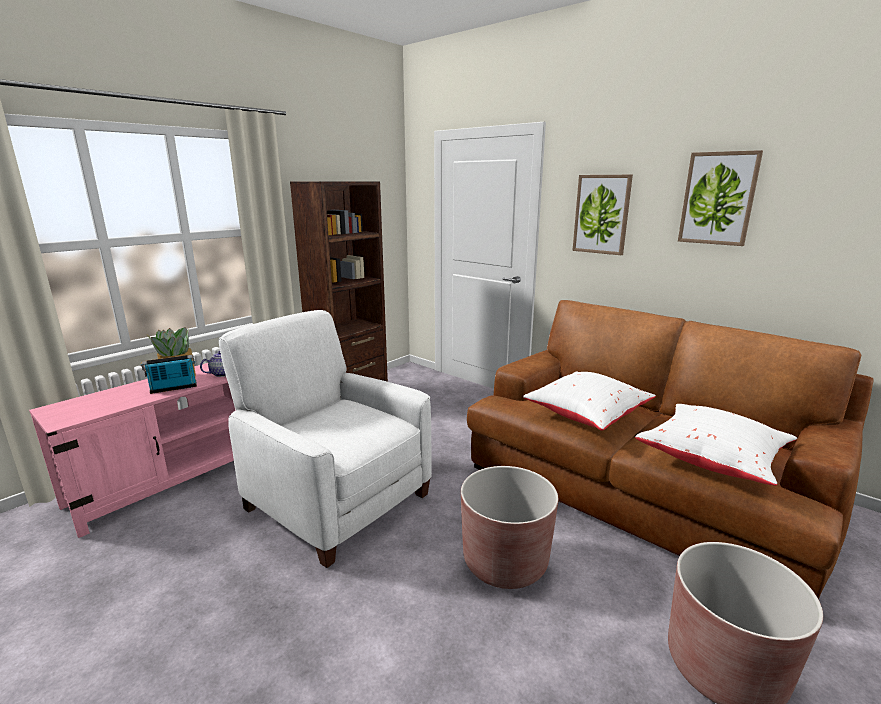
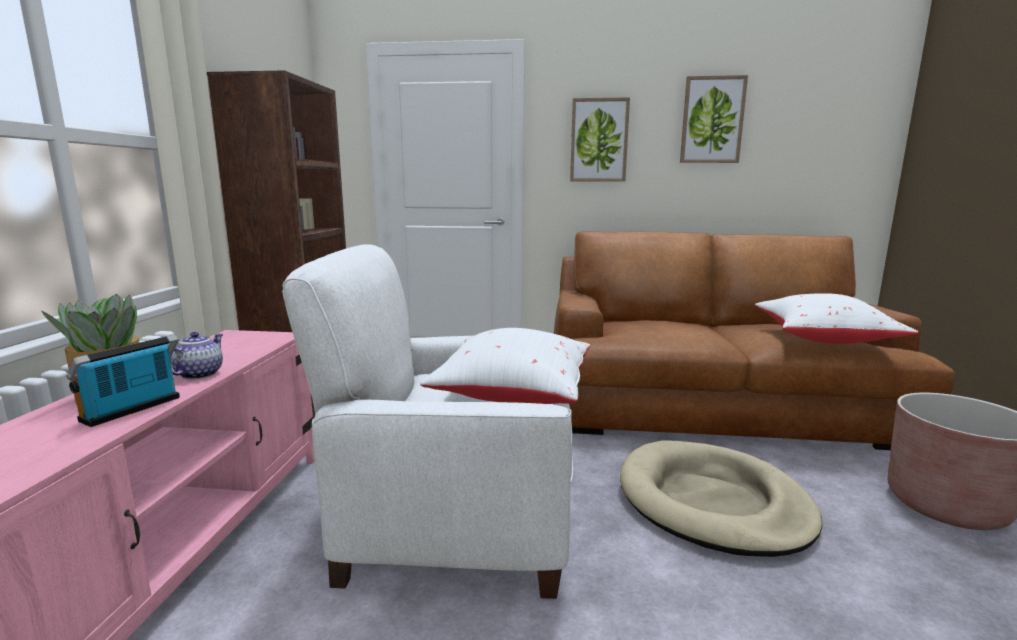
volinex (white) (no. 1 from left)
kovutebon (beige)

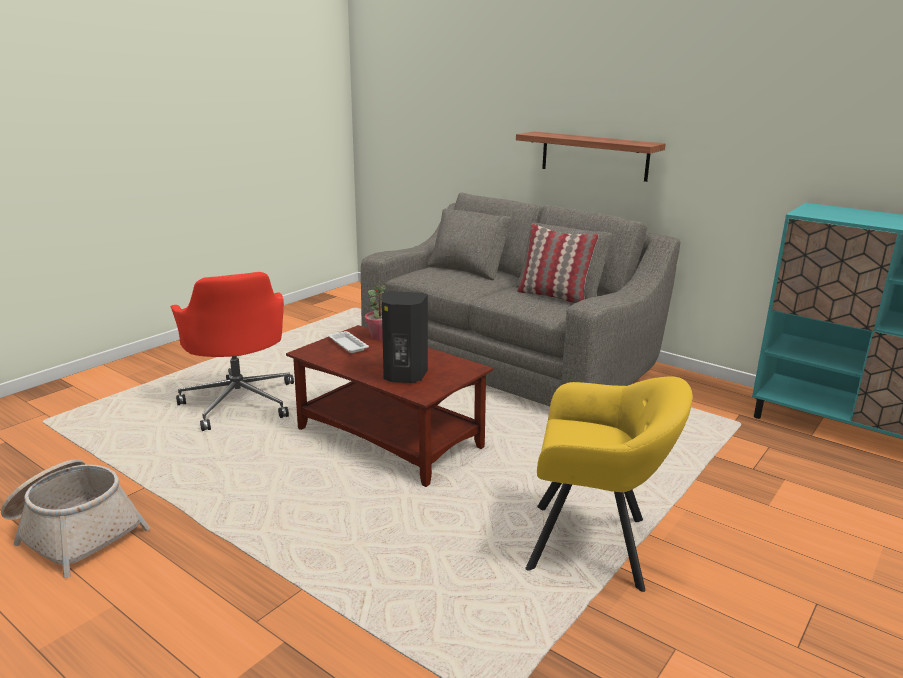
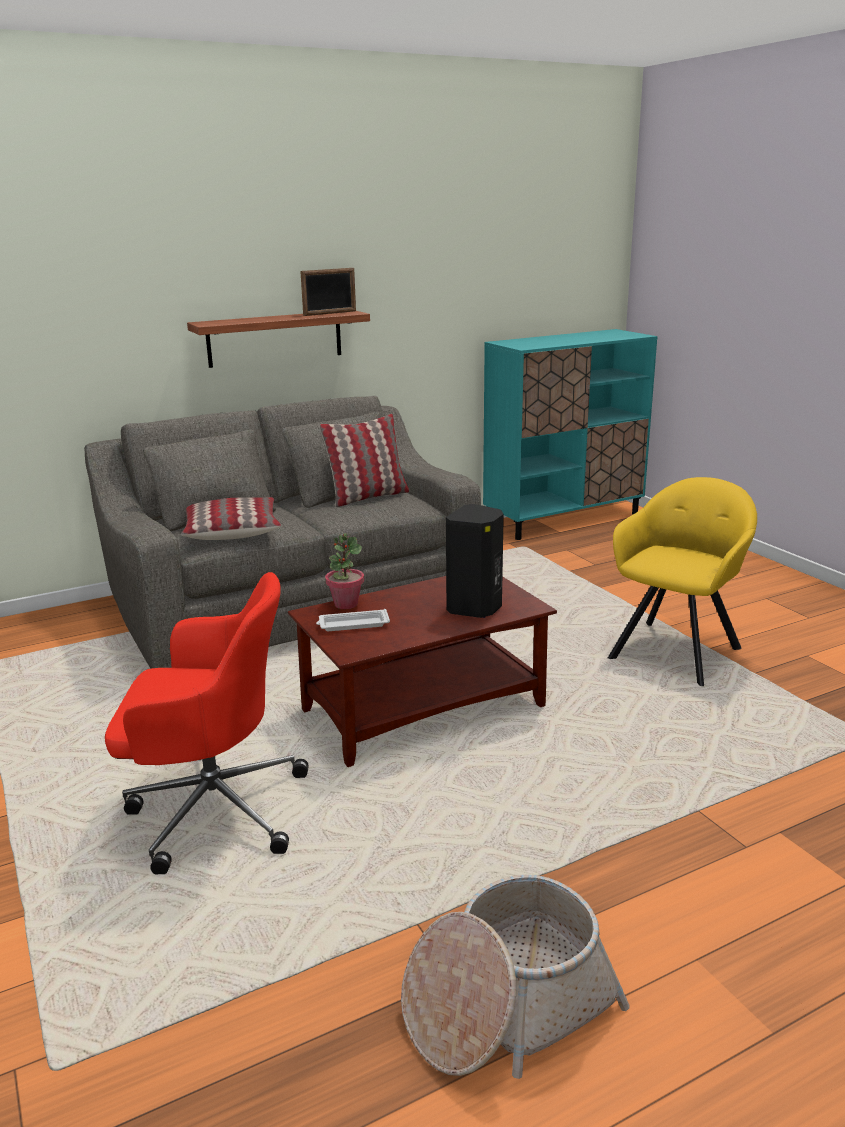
volinex (no. 1 from left)
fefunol

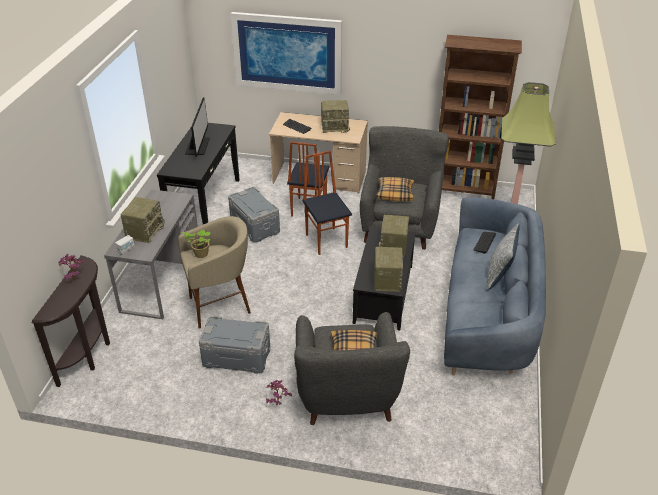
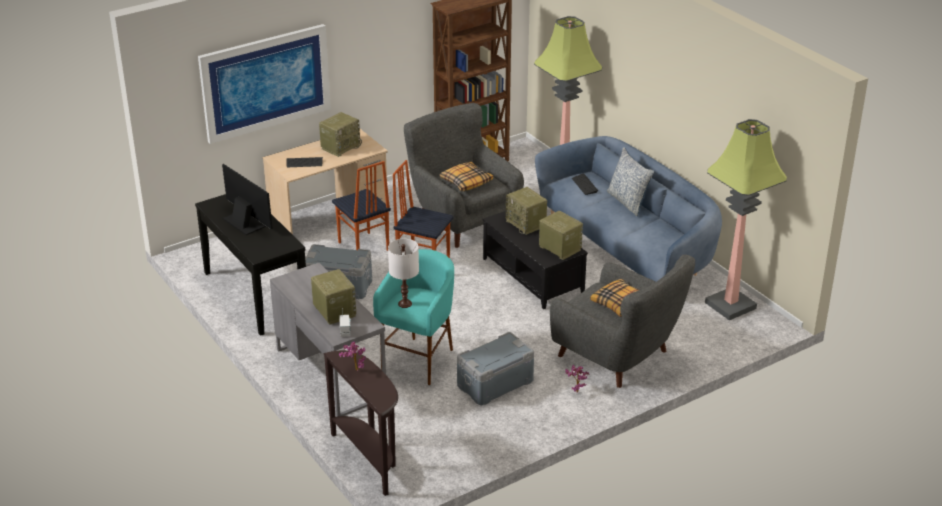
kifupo (no. 2 from left)
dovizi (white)
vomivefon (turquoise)

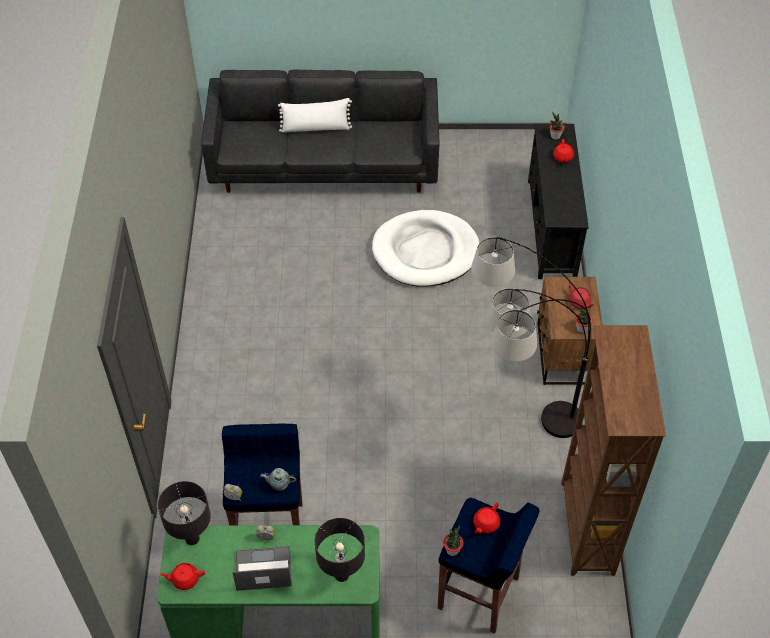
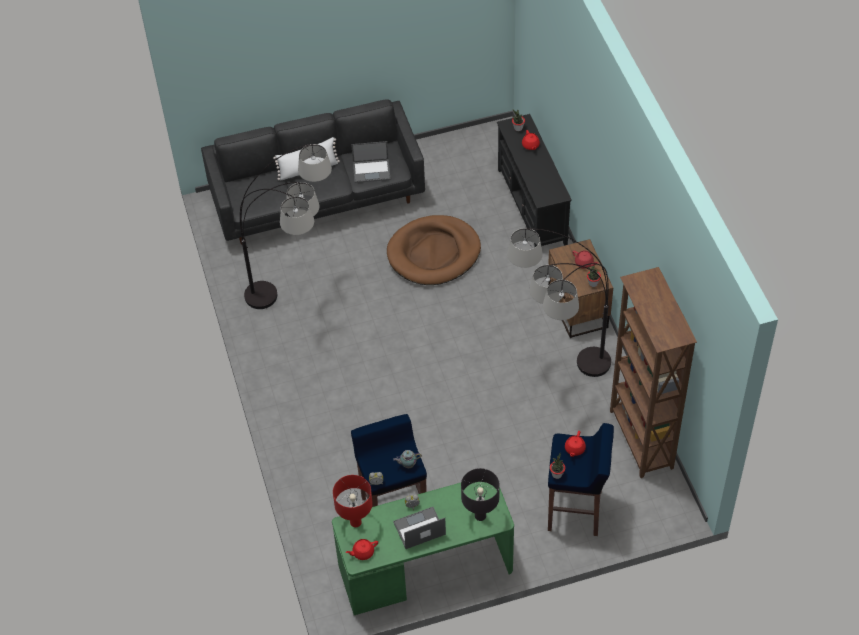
kifupo (no. 1 from left)
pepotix (no. 1 from left)
dovizi (red)
kovutebon (brown)

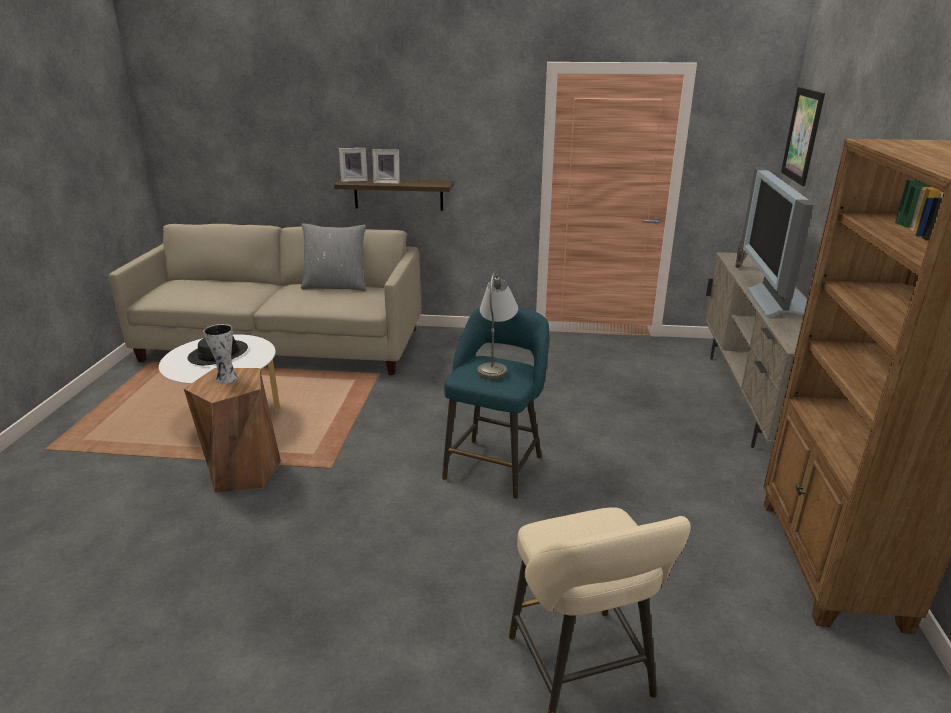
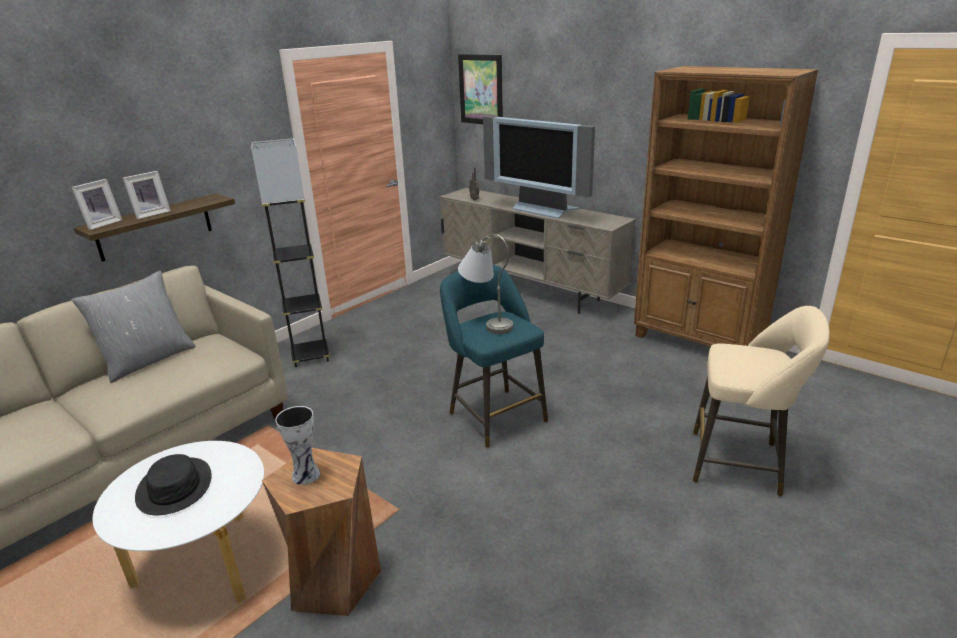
kifupo (grey)

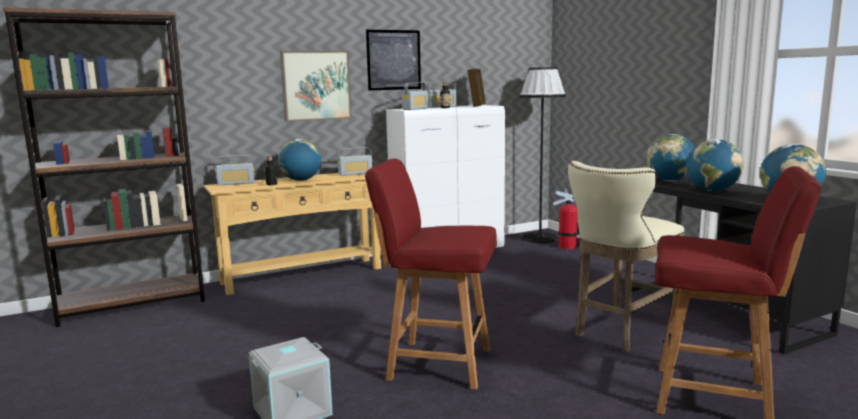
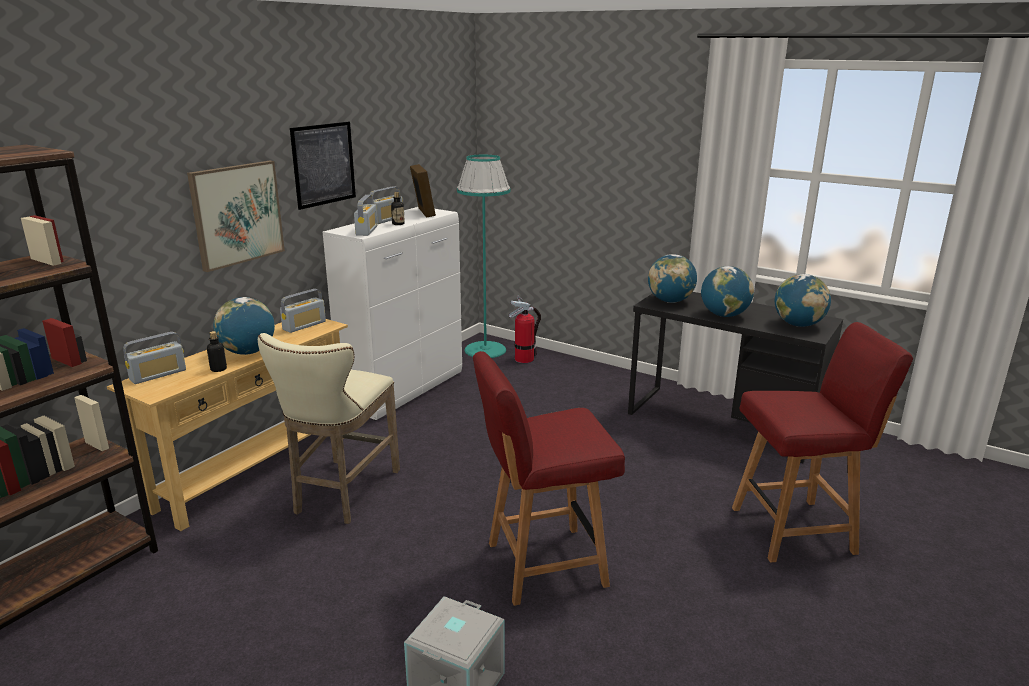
vomivefon (beige)
kifupo (turquoise)

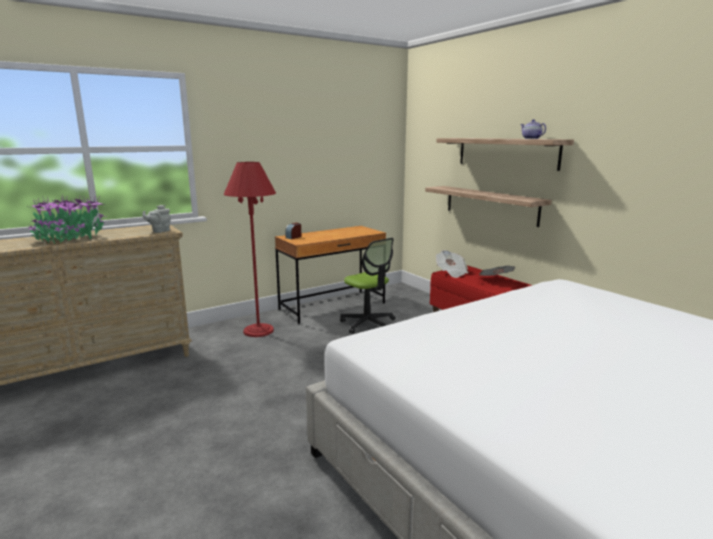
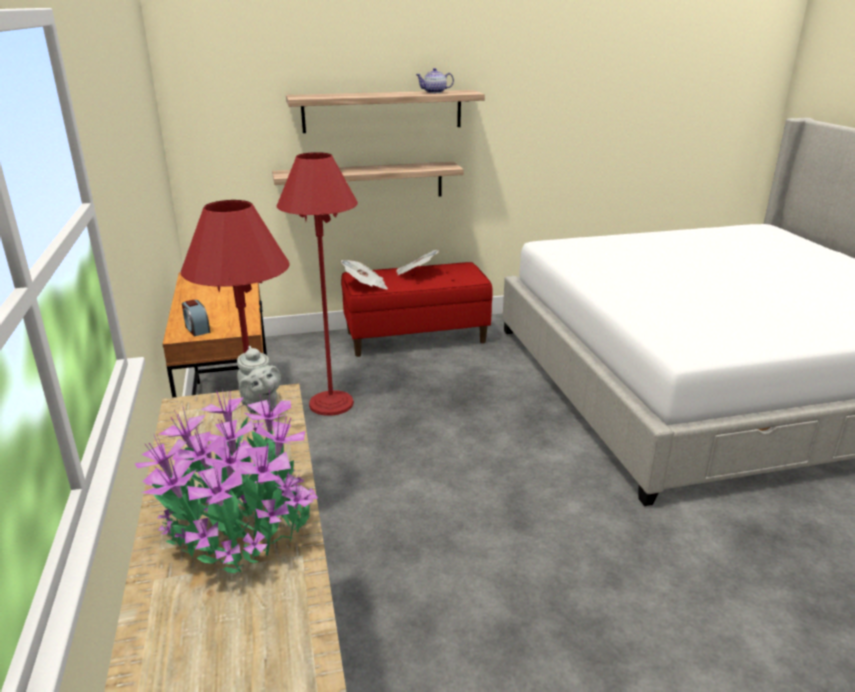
kifupo (red) (no. 2 from left)

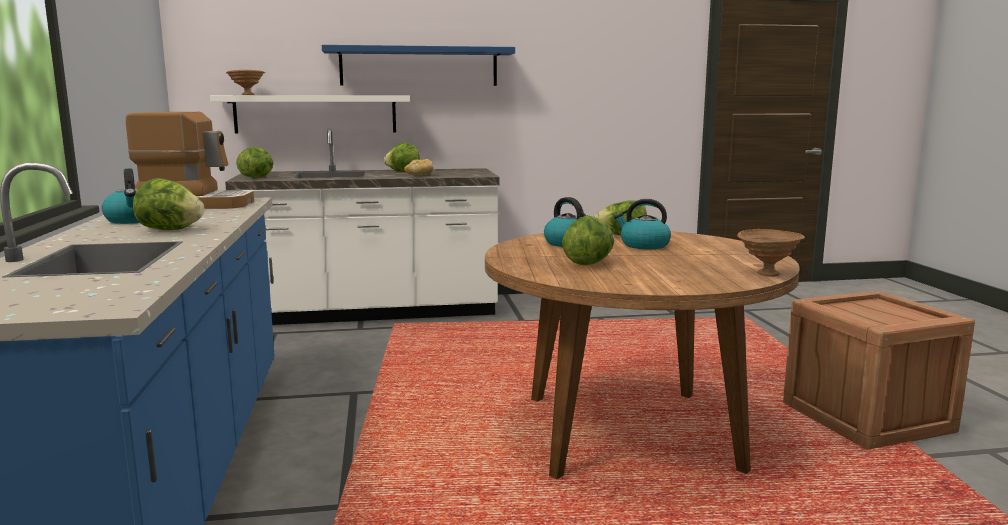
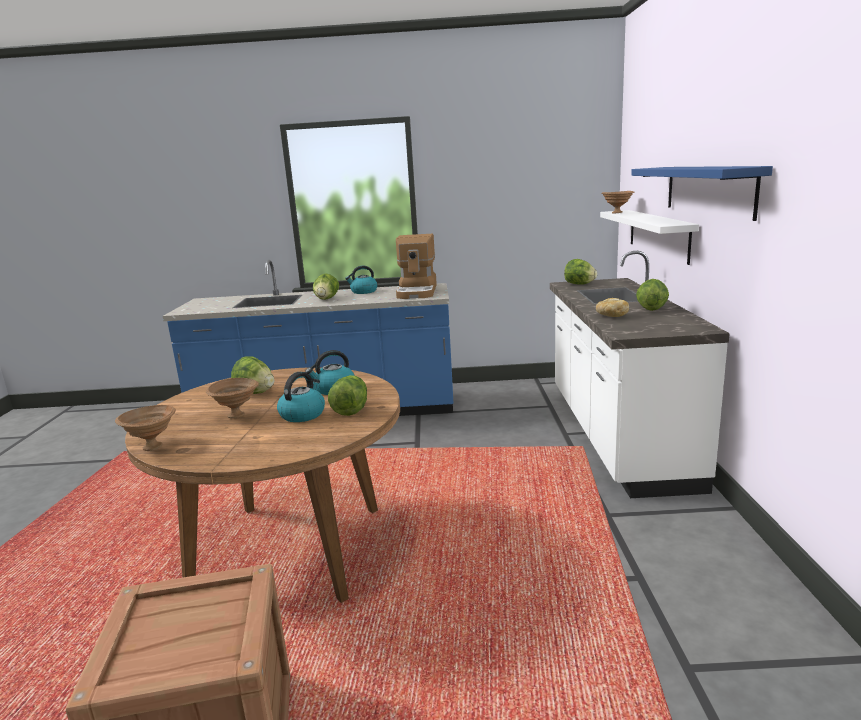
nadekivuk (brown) (no. 2 from left)

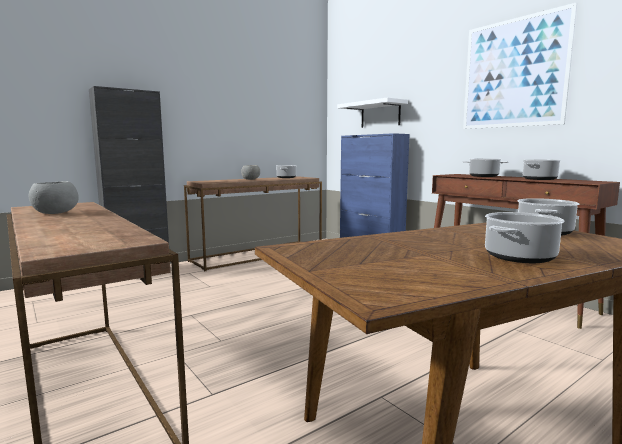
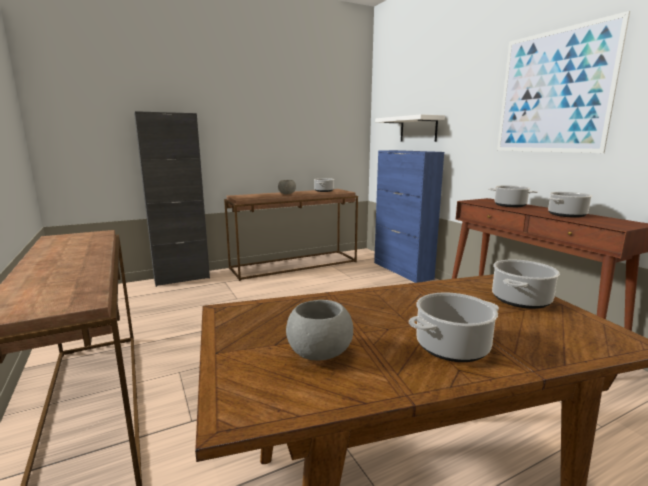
nadekivuk (grey) (no. 2 from left)

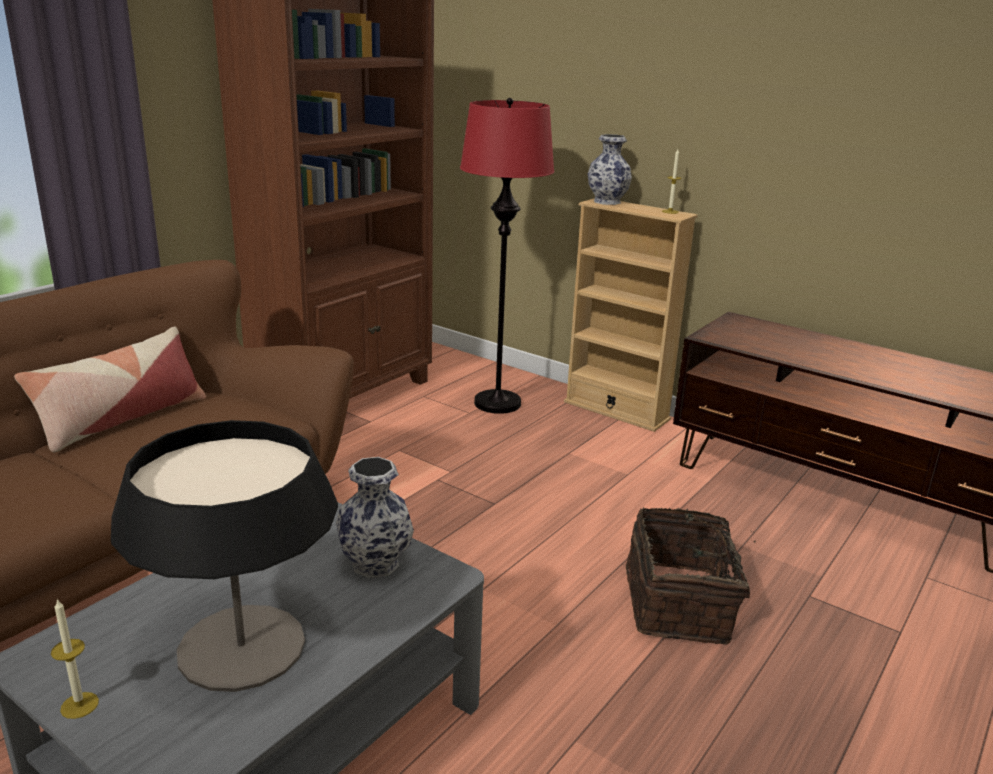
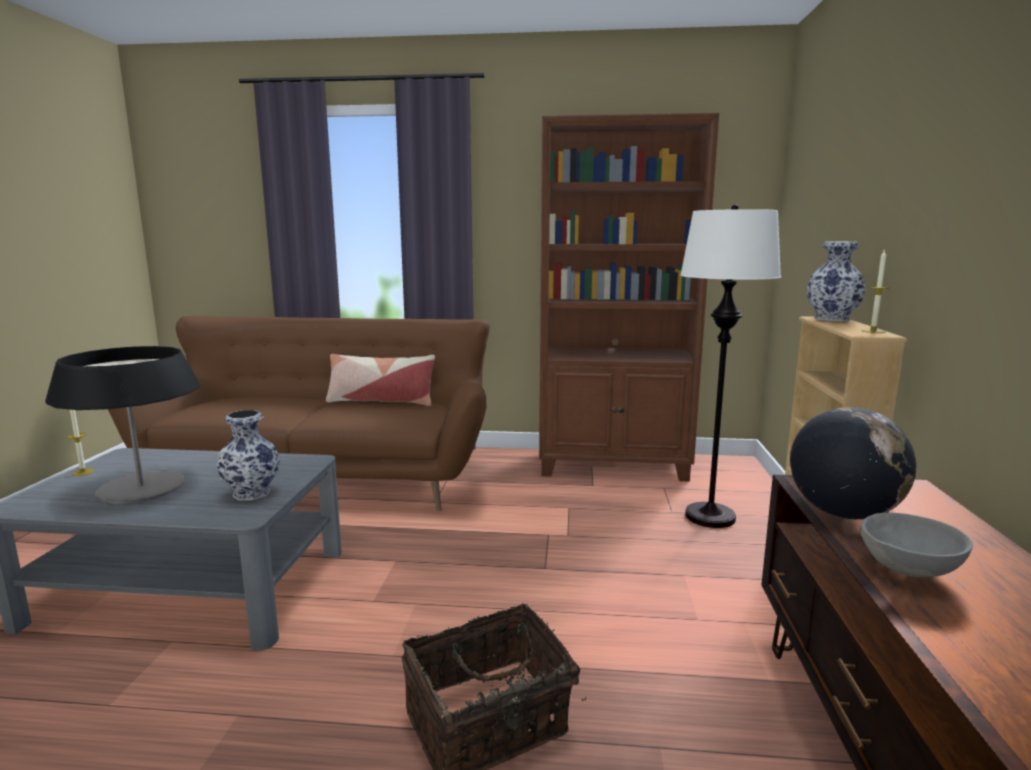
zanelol
nadekivuk (grey)
kifupo (white)

